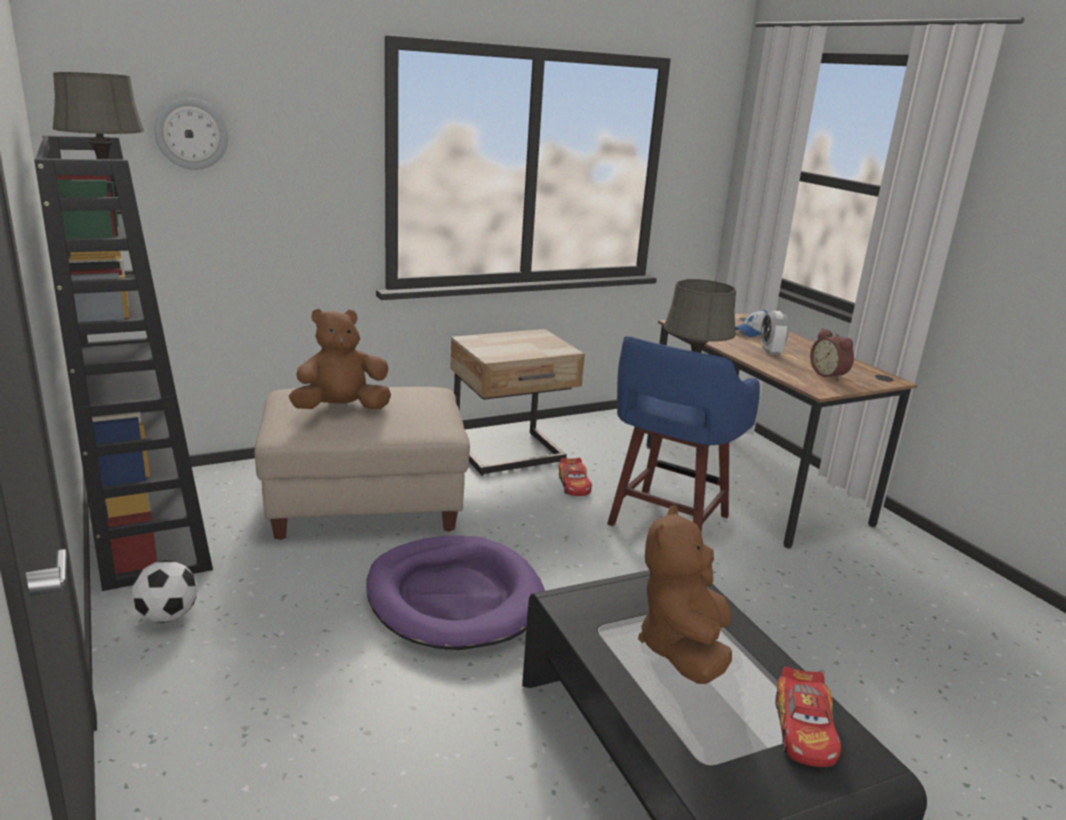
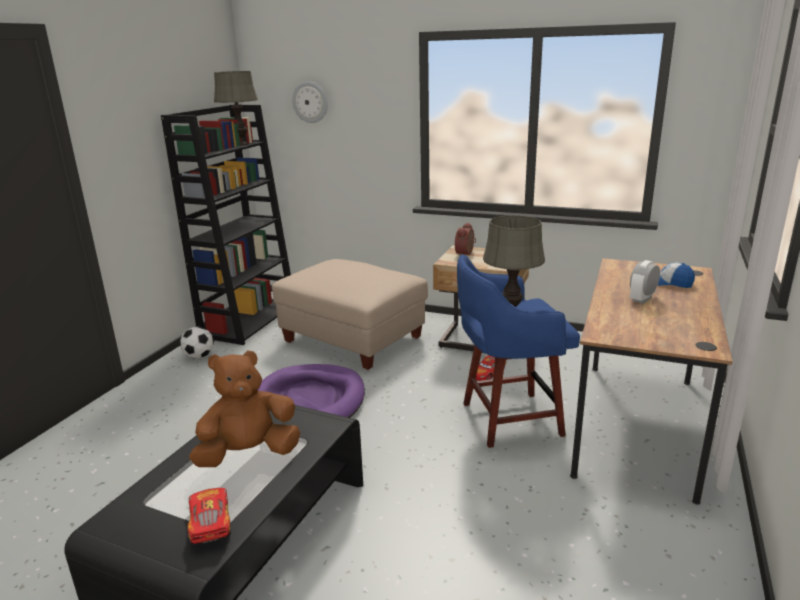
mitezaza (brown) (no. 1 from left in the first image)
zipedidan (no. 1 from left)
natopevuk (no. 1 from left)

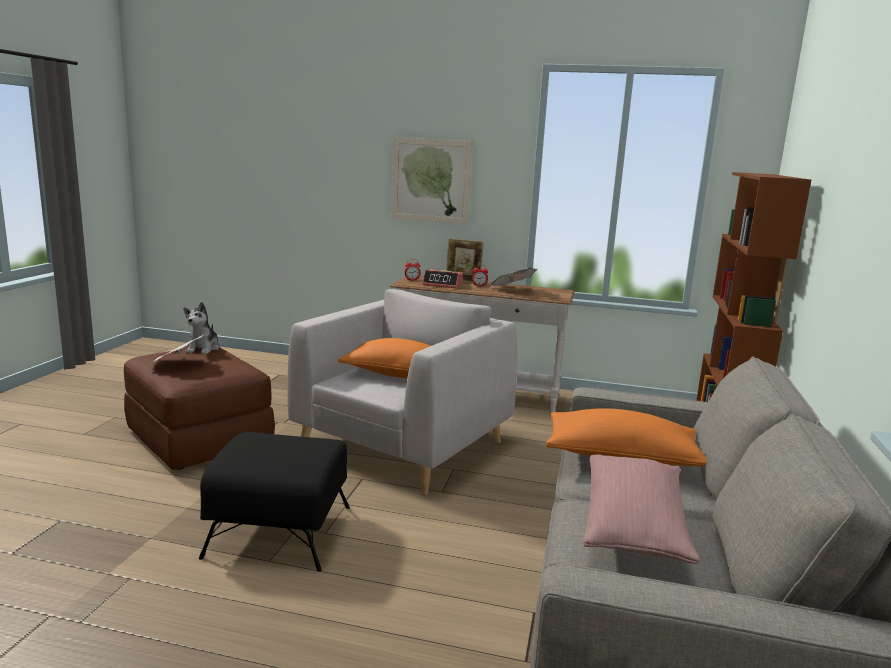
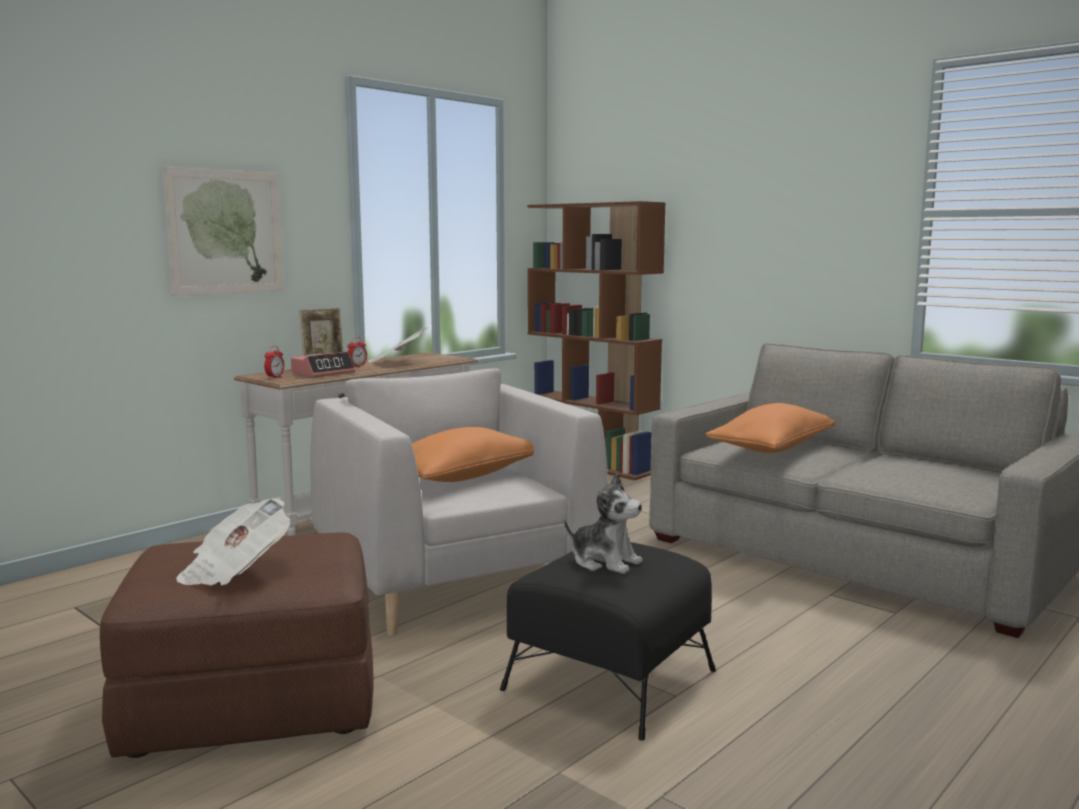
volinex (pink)
mitezaza

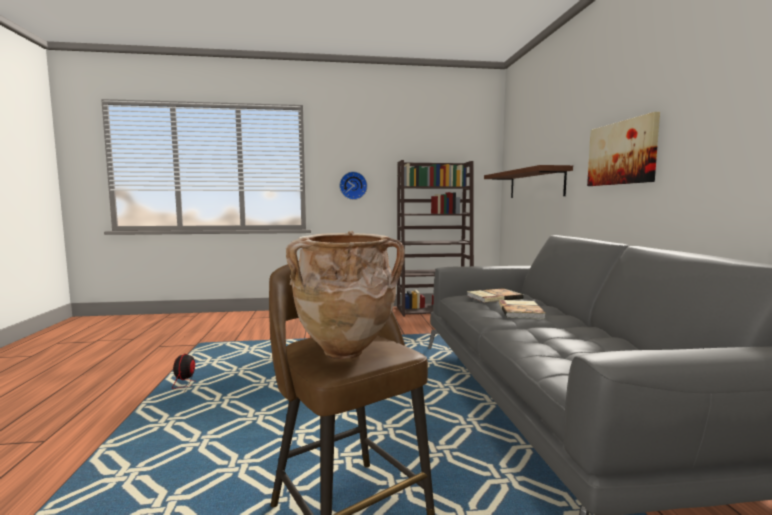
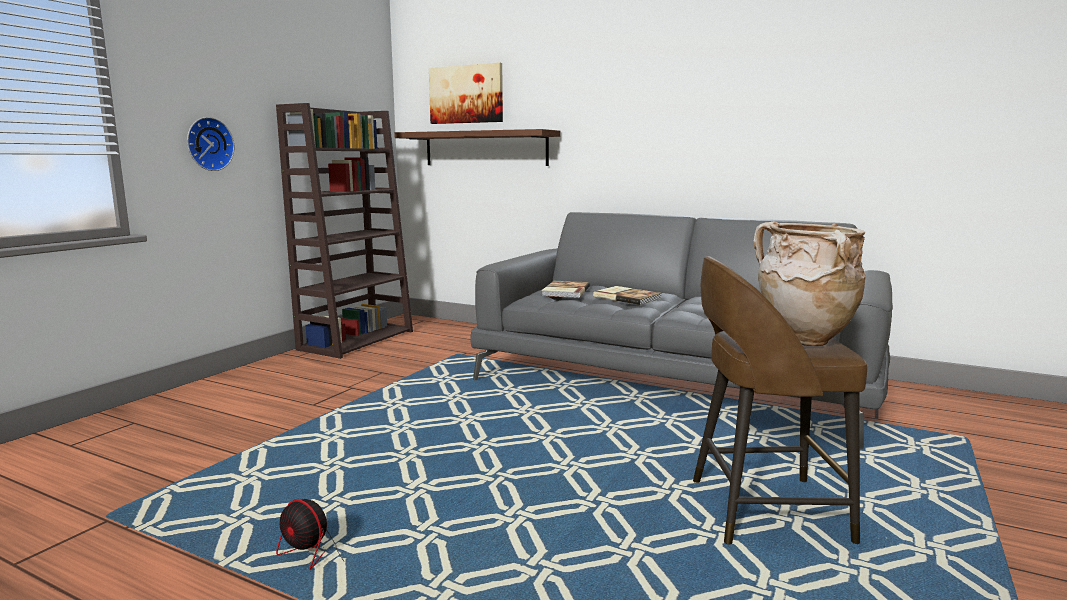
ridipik

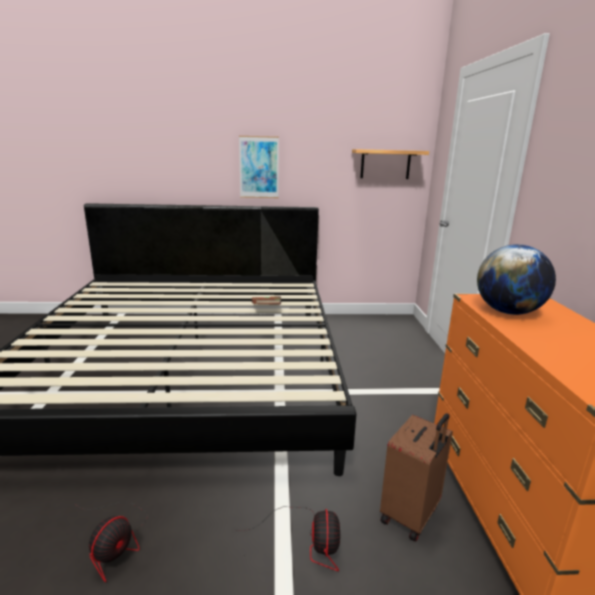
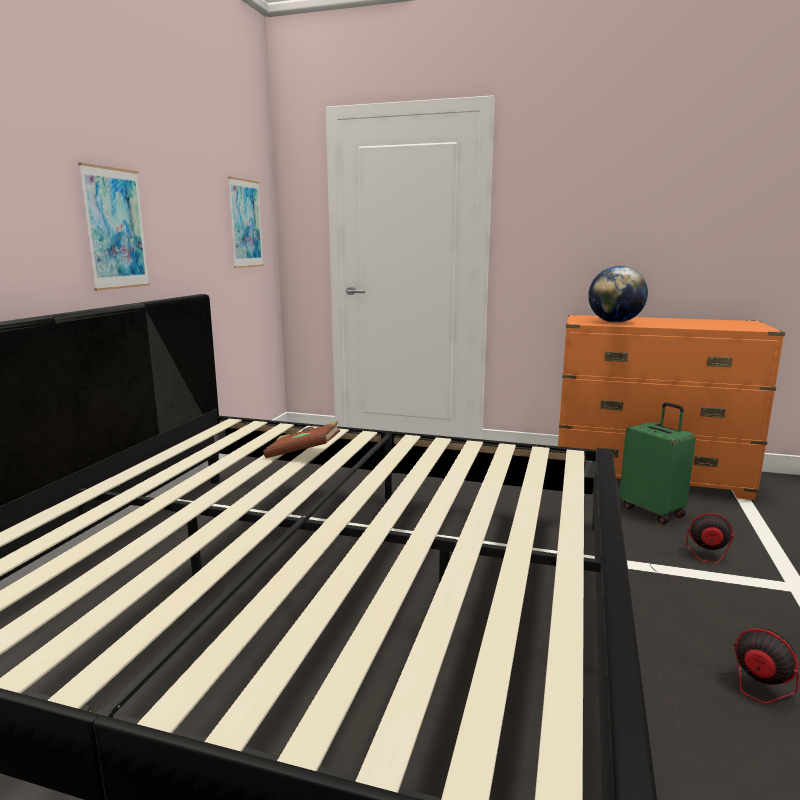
ridipik (no. 2 from left)
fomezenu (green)

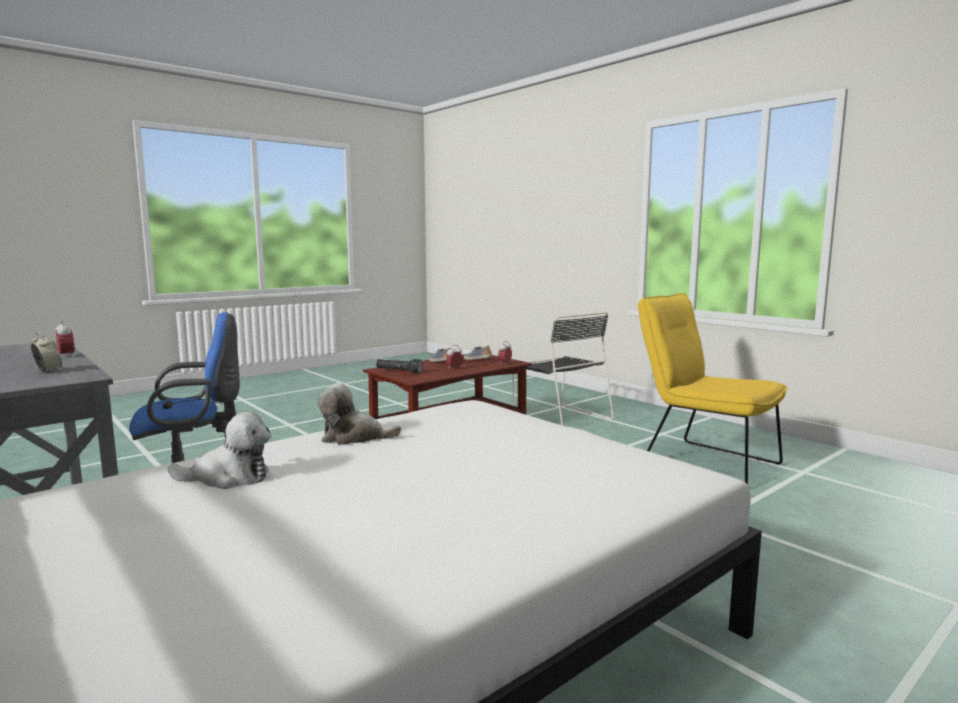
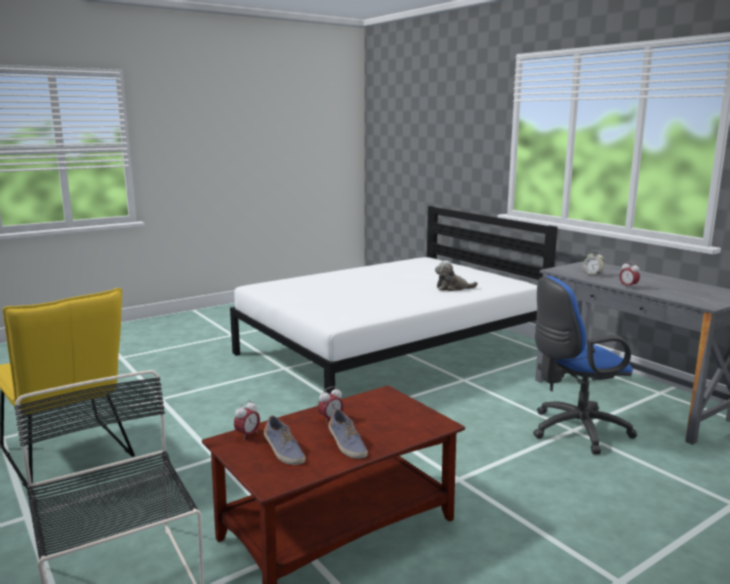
mitezaza (no. 2 from left in the first image)
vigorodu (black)

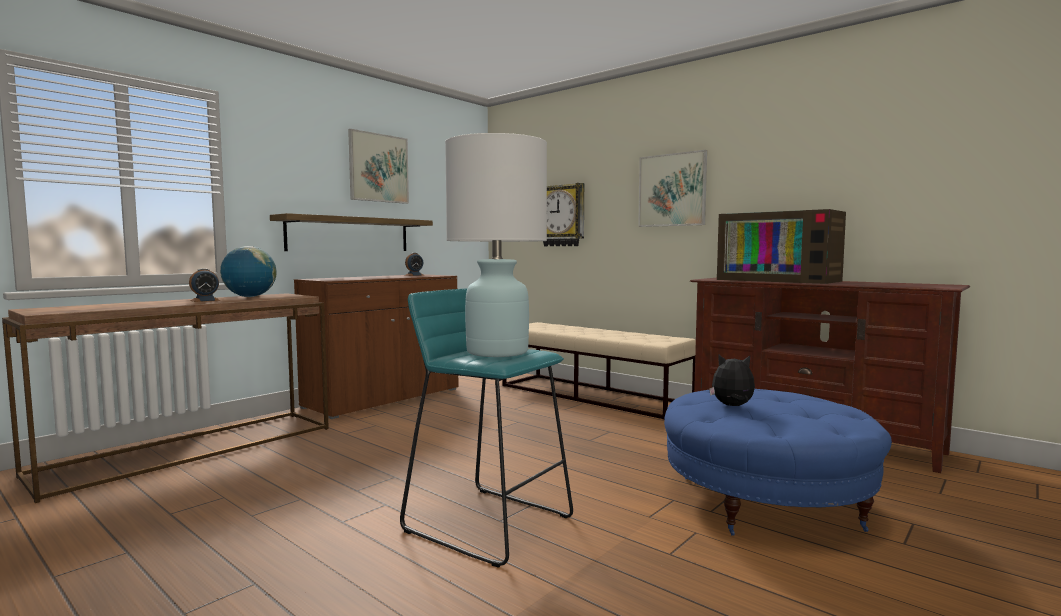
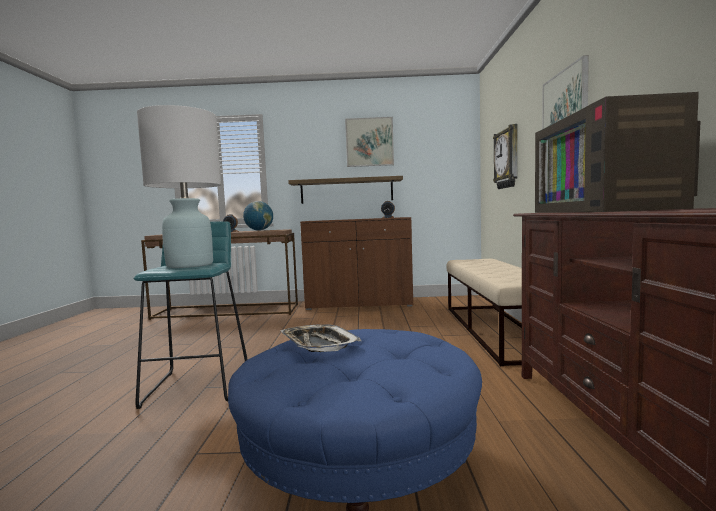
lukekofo

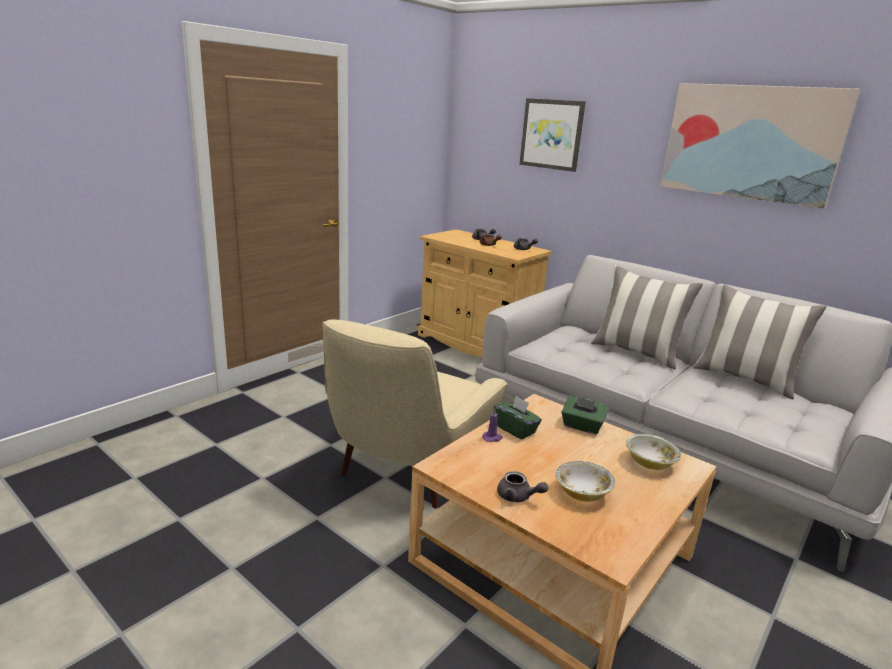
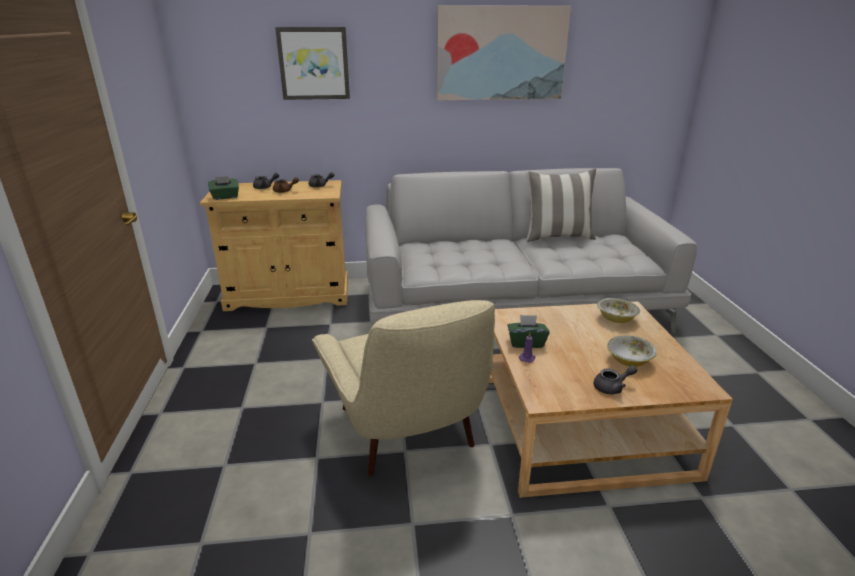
volinex (no. 1 from left in the first image)
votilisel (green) (no. 1 from left)

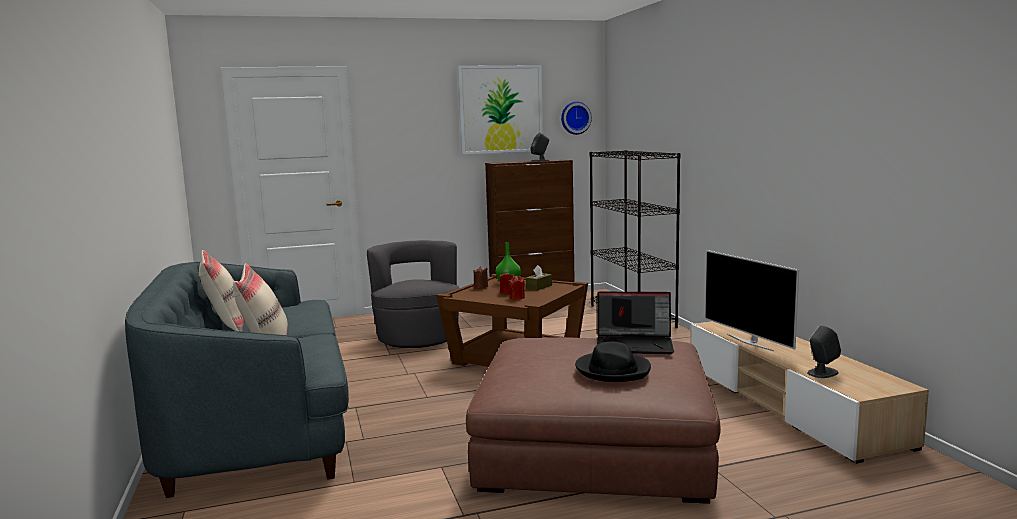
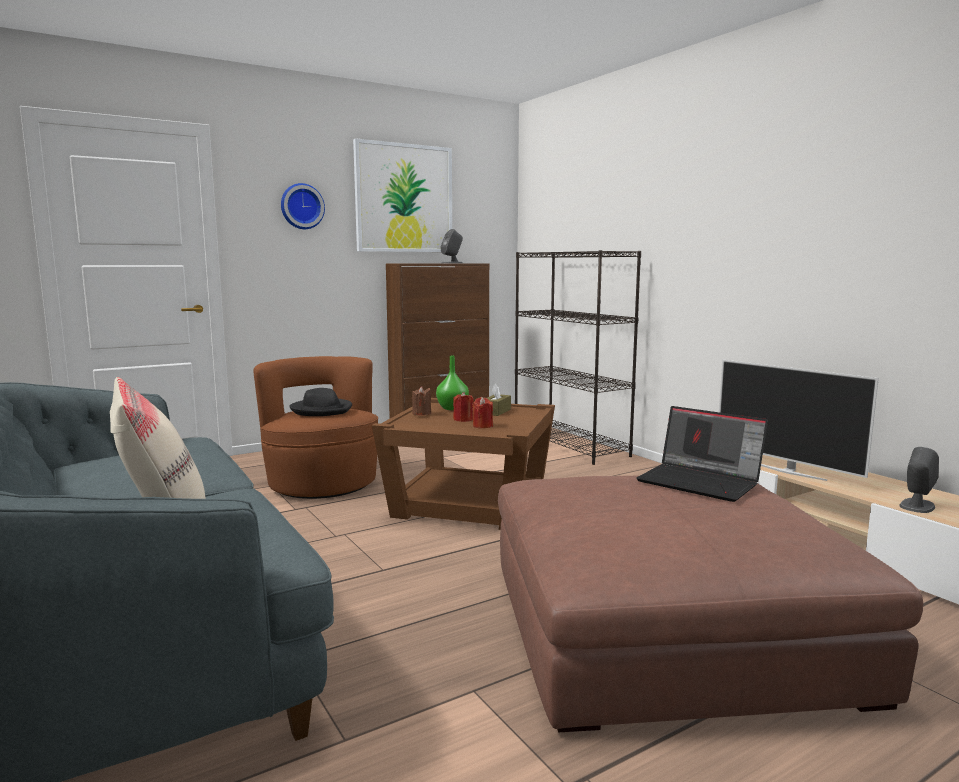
volinex (beige) (no. 1 from left in the first image)
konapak
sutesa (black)
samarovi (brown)
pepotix

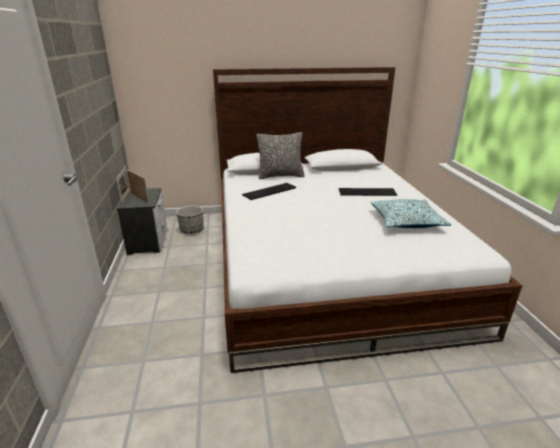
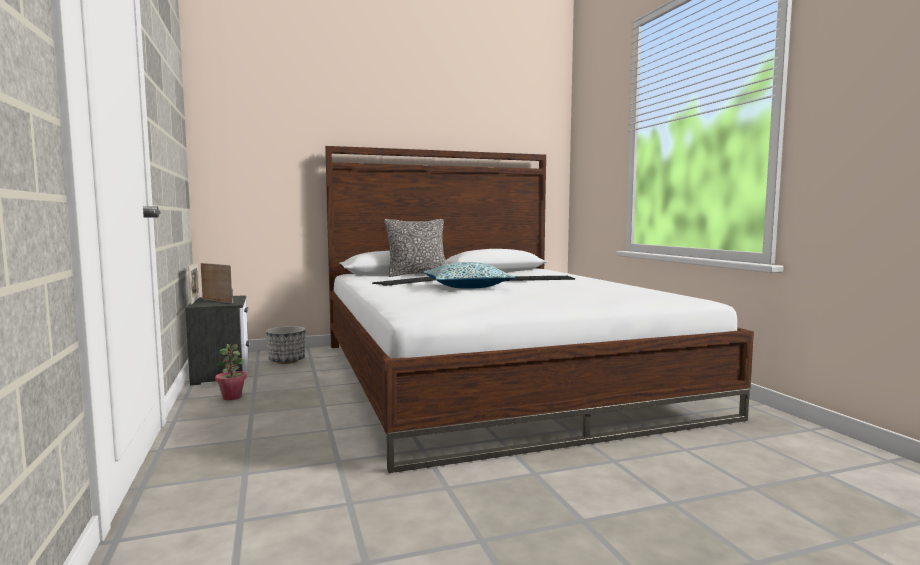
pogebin
volinex (no. 2 from left)

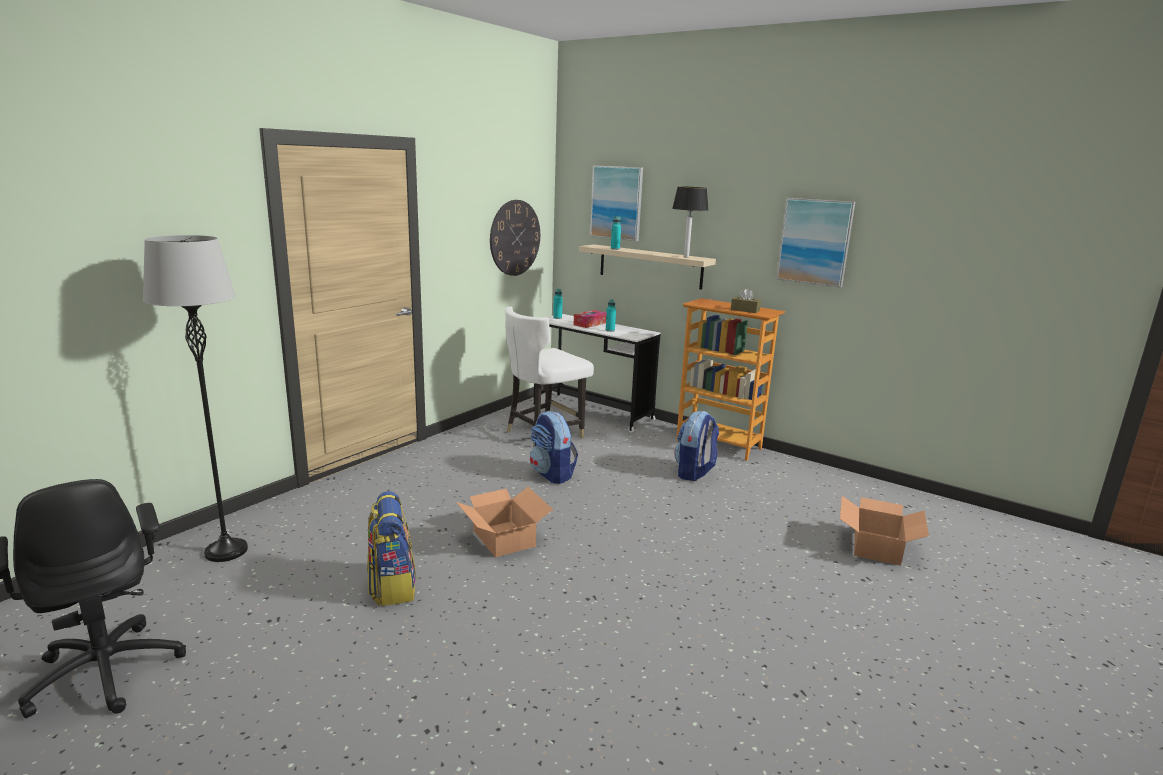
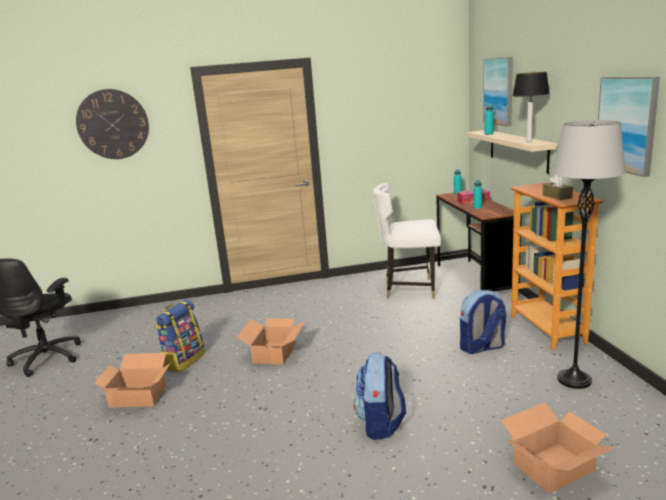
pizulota (no. 1 from left)
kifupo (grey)
konapak
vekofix (no. 2 from left)
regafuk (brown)

